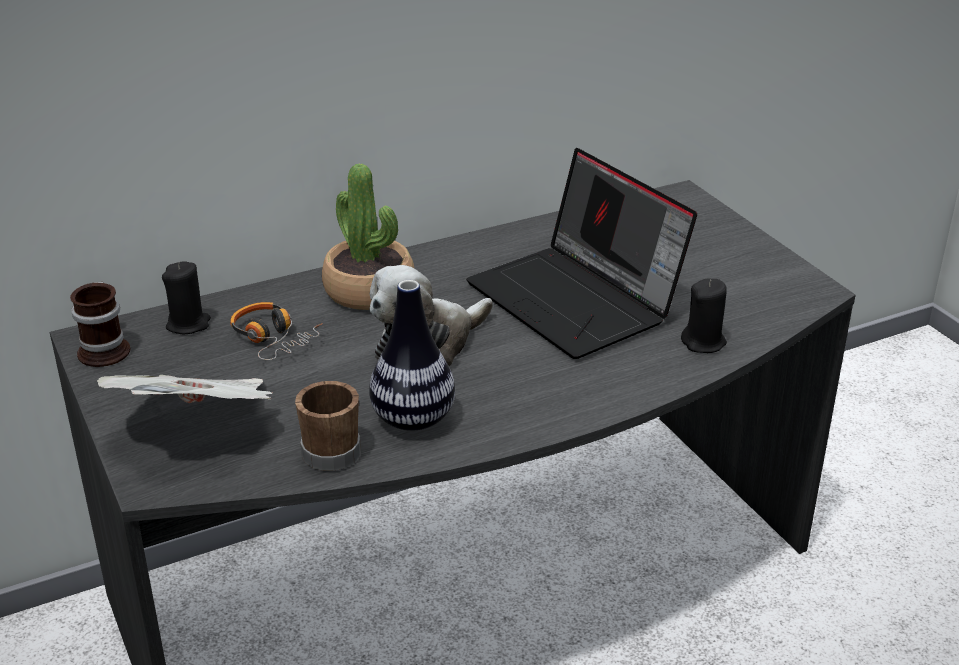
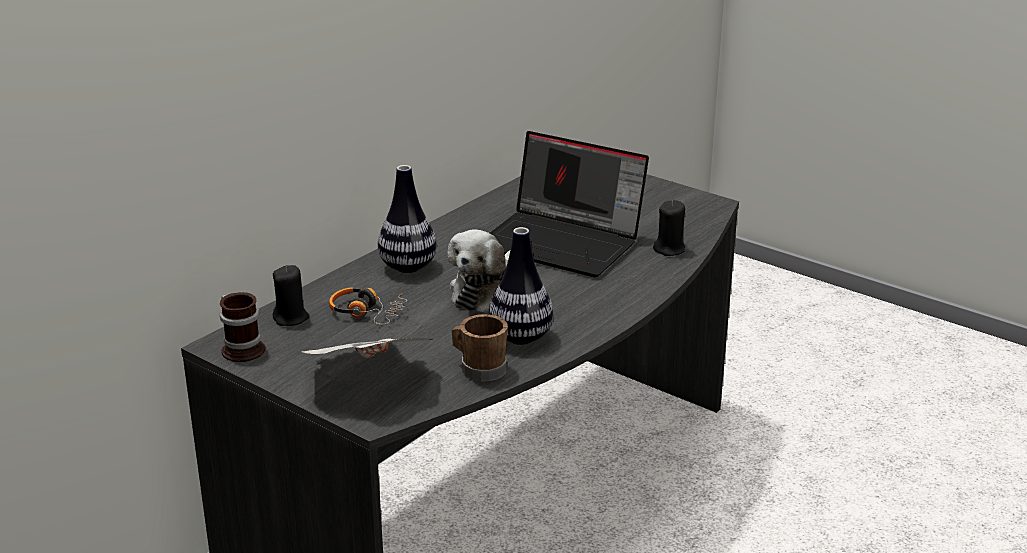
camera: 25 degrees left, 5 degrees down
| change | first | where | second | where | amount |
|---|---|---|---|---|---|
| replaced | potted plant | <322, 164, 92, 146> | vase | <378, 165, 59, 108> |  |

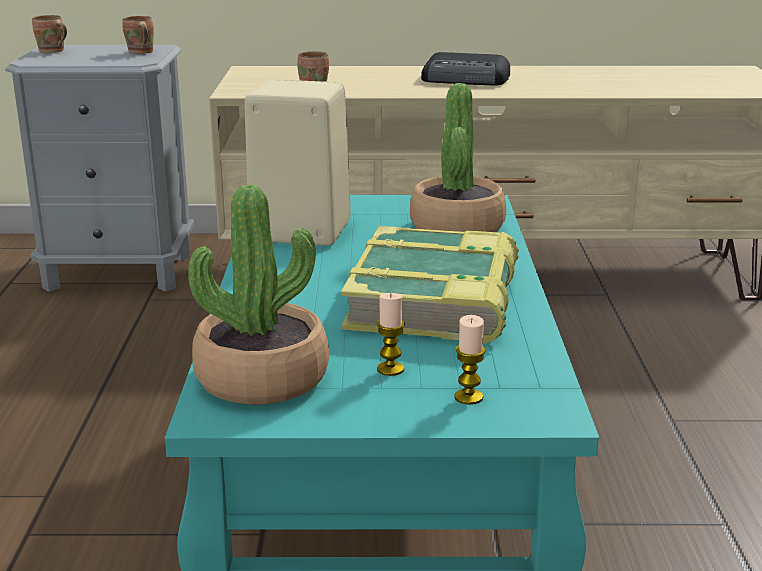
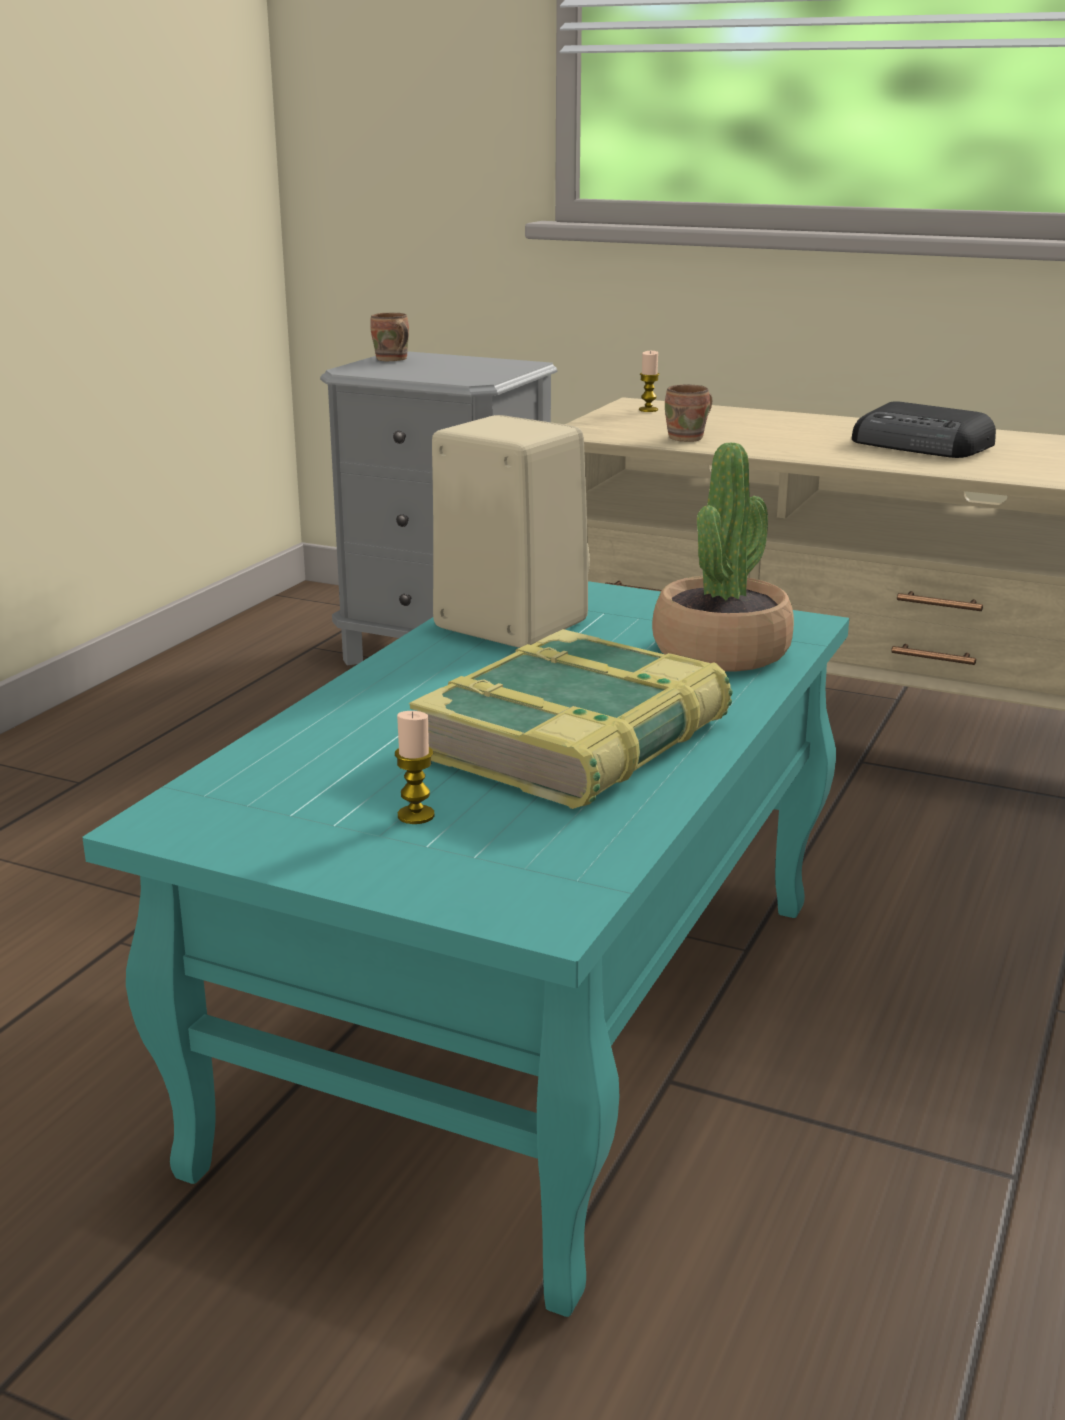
camera: 25 degrees right, 0 degrees up
| change | first | where | second | where | amount |
|---|---|---|---|---|---|
| removed | brown mug | <122, 16, 32, 38> |  |  |  |
| removed | potted plant | <188, 184, 141, 221> |  |  |  |
| moved | candle | <454, 315, 32, 90> |  | <639, 351, 21, 61> |  |

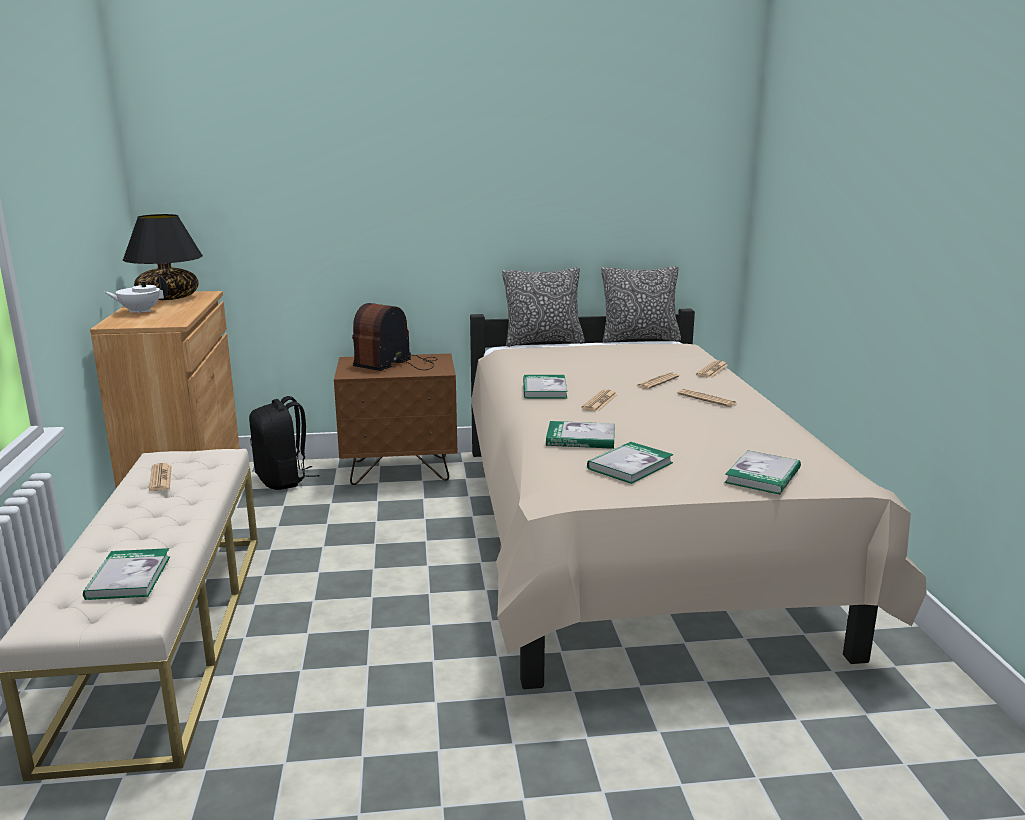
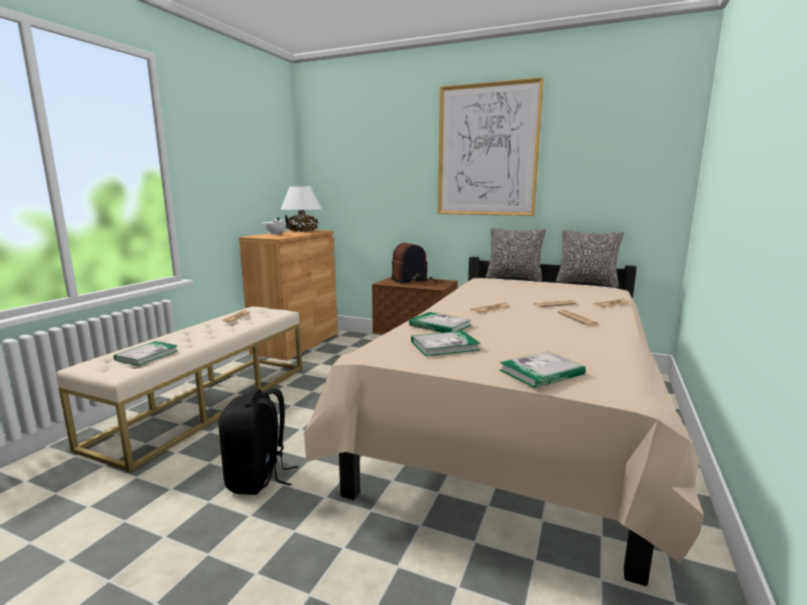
camera: 30 degrees right, 5 degrees down
| change | first | where | second | where | amount |
|---|---|---|---|---|---|
| recoloured | black table lamp | <123, 214, 80, 86> | white table lamp | <281, 186, 41, 46> |  |
| moved | black backpack | <249, 396, 71, 94> |  | <219, 388, 80, 107> |  |
| removed | book | <523, 375, 45, 24> |  |  |  |
| added |  |  | picture | <438, 77, 106, 139> |  |

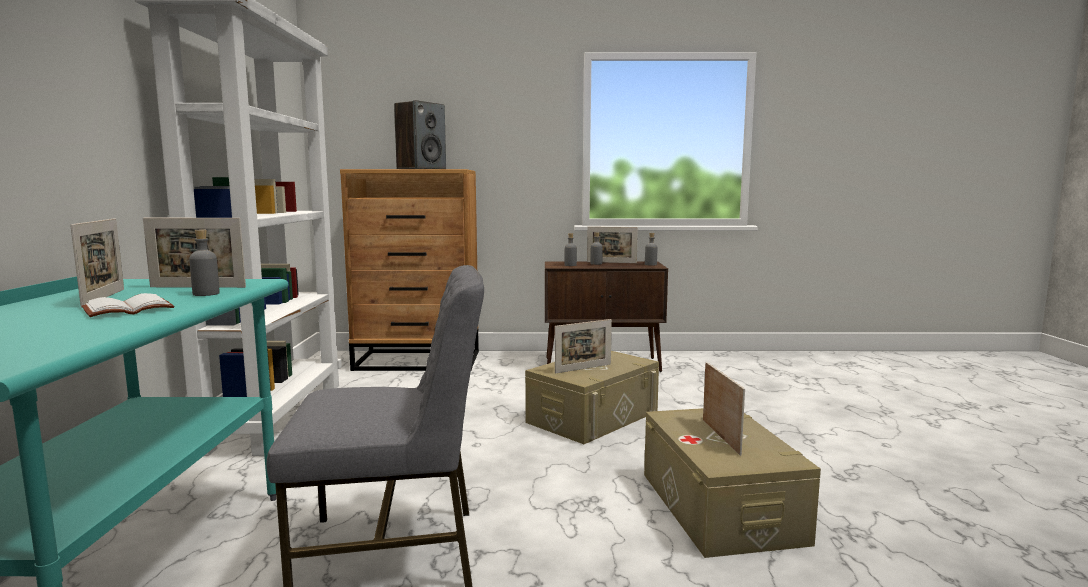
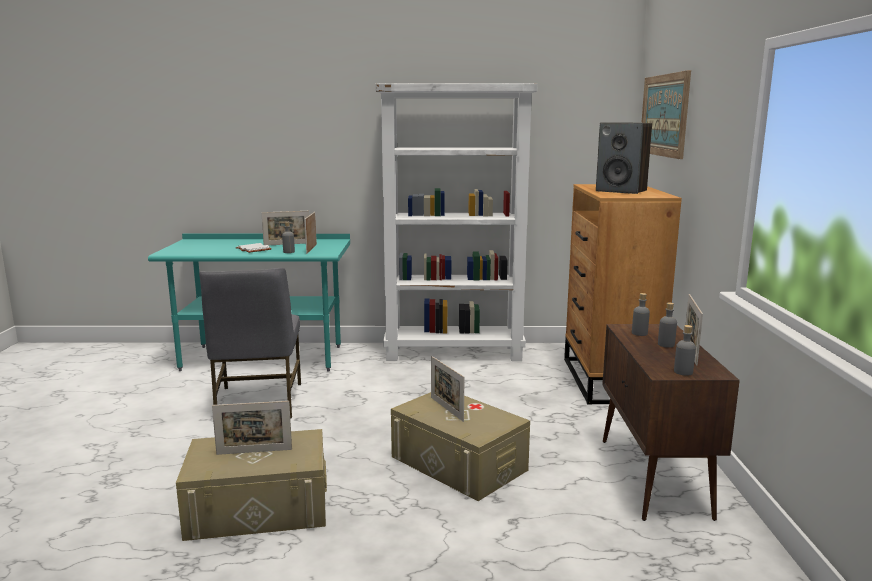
camera: 90 degrees right, 5 degrees up
| change | first | where | second | where | amount |
|---|---|---|---|---|---|
| added |  |  | picture | <641, 70, 50, 89> |  |

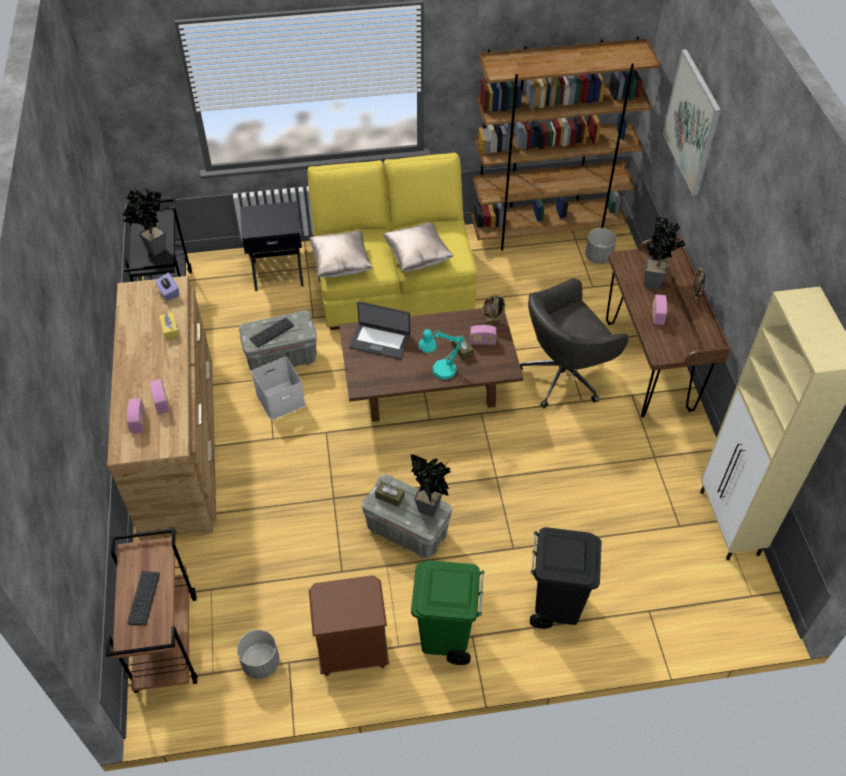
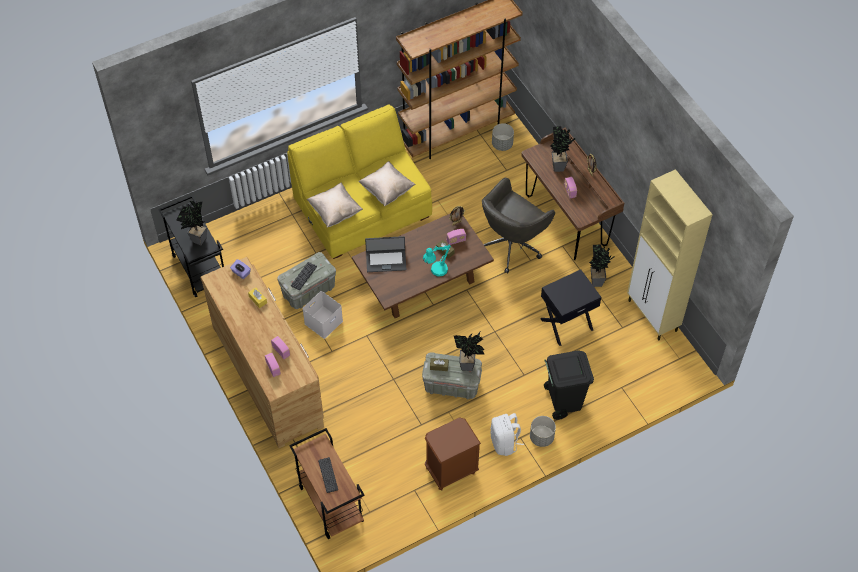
camera: 20 degrees left, 5 degrees up
| change | first | where | second | where | amount |
|---|---|---|---|---|---|
| moved | grey planter | <237, 630, 42, 49> |  | <530, 416, 26, 31> |  |
| moved | black side table | <240, 201, 64, 90> |  | <540, 269, 61, 77> |  |
| replaced | green trash can | <411, 560, 74, 105> | white backpack | <491, 413, 33, 43> |  |
| removed | picture | <663, 49, 58, 146> |  |  |  |
| added |  |  | potted plant | <589, 245, 26, 42> |  |

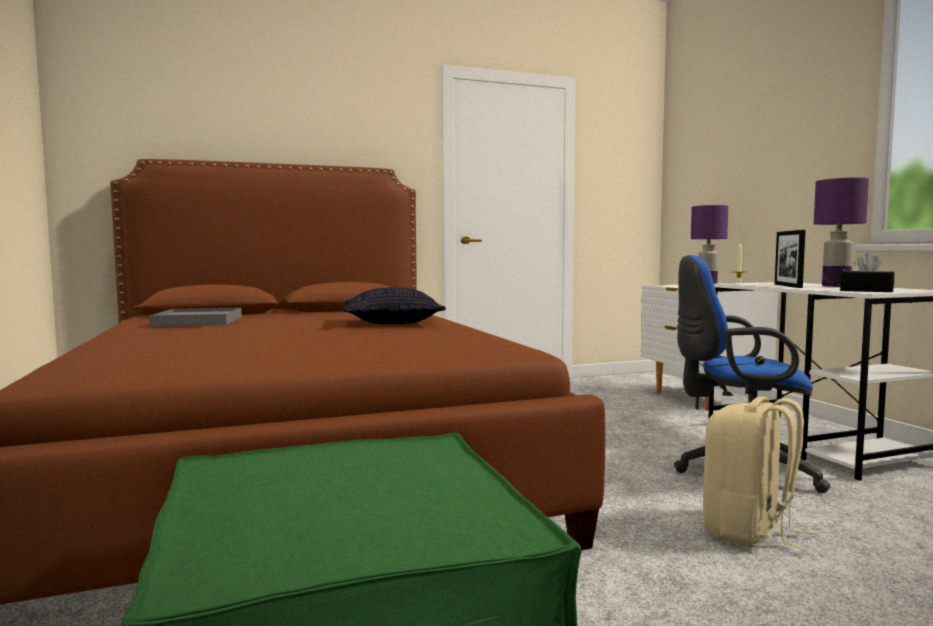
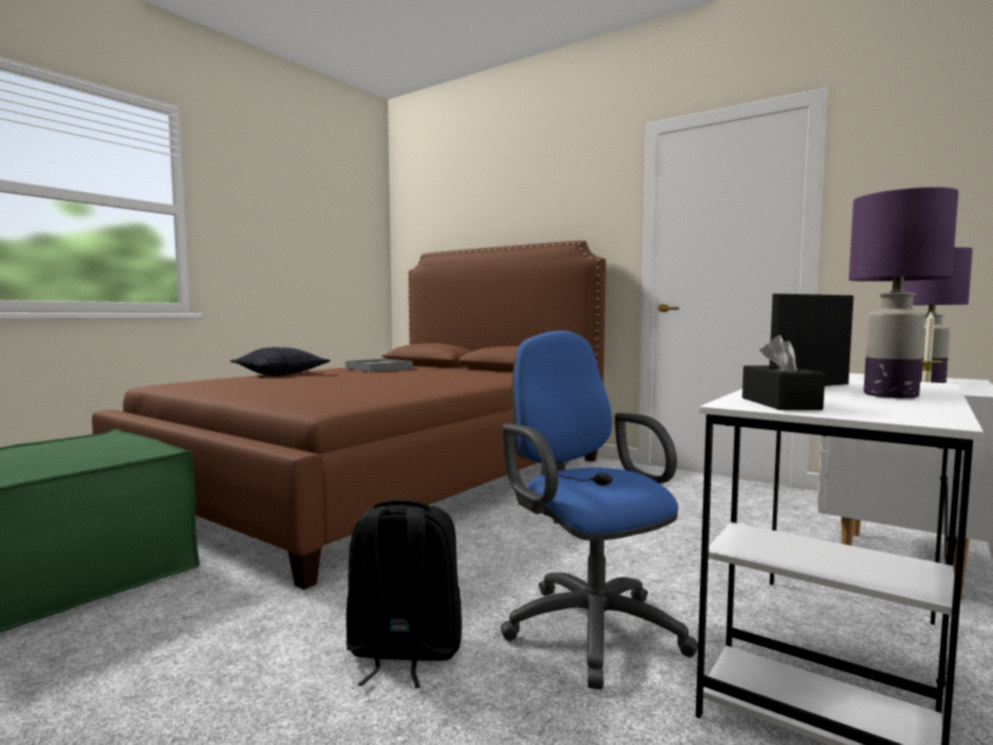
camera: 55 degrees right, 0 degrees up
| change | first | where | second | where | amount |
|---|---|---|---|---|---|
| moved | pillow | <342, 287, 104, 37> |  | <230, 347, 100, 29> |  |
| recoloured | beige backpack | <703, 397, 114, 155> | black backpack | <346, 499, 116, 189> |  |

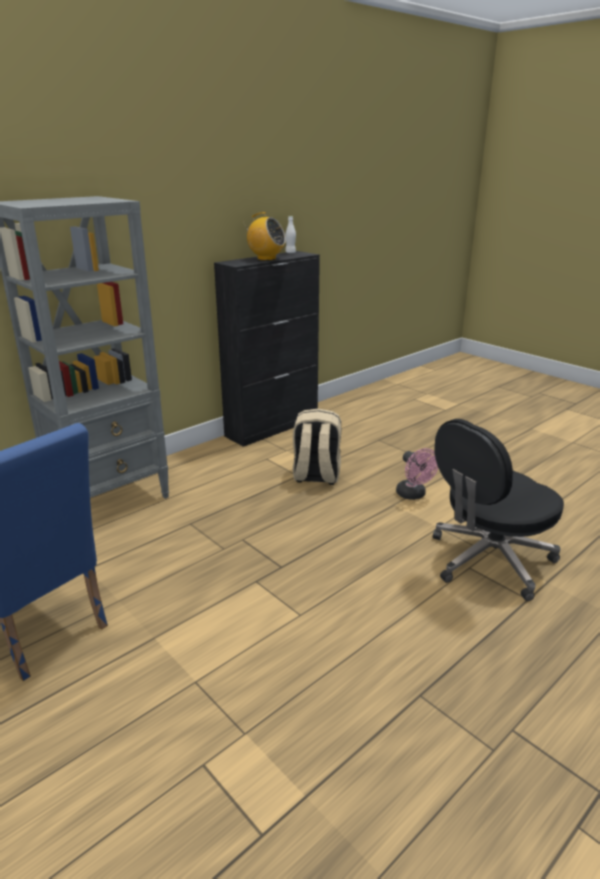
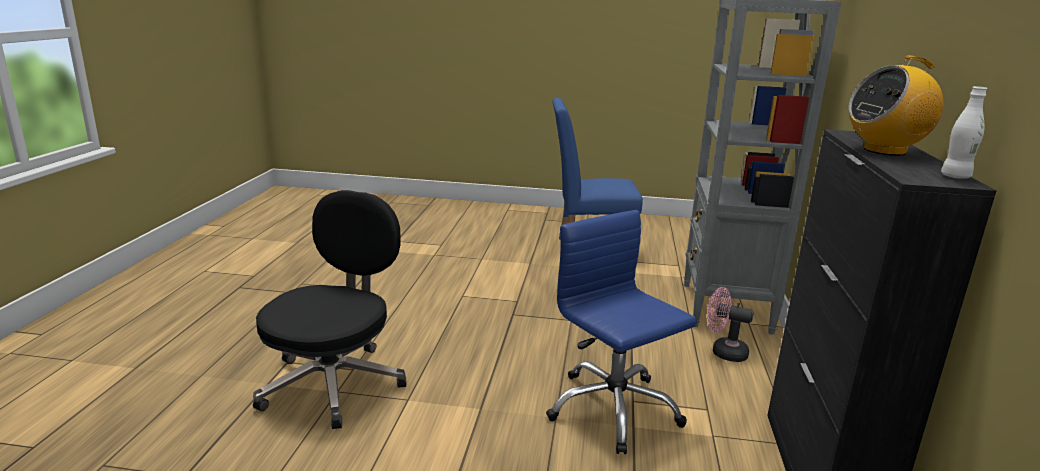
camera: 140 degrees right, 5 degrees down
| change | first | where | second | where | amount |
|---|---|---|---|---|---|
| replaced | beige backpack | <292, 409, 49, 76> | blue office chair | <546, 210, 151, 244> |  |
| moved | pink fan | <396, 448, 42, 52> |  | <707, 287, 47, 75> |  |

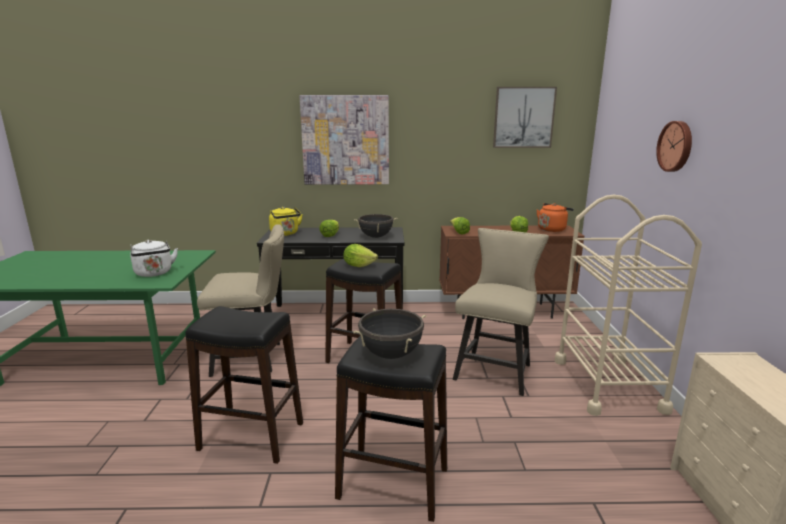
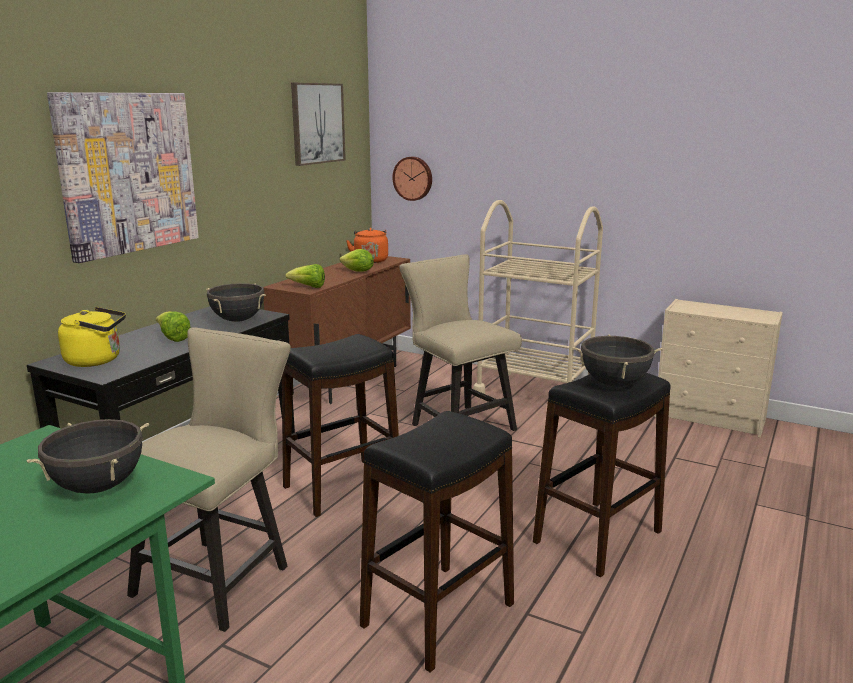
camera: 60 degrees left, 0 degrees up
| change | first | where | second | where | amount |
|---|---|---|---|---|---|
| replaced | white kettle | <130, 240, 48, 37> | black cooking pot | <26, 419, 123, 75> |  |
| removed | lettuce | <343, 244, 35, 23> |  |  |  |
| moved | wall clock | <656, 121, 36, 51> |  | <392, 157, 40, 44> |  |

